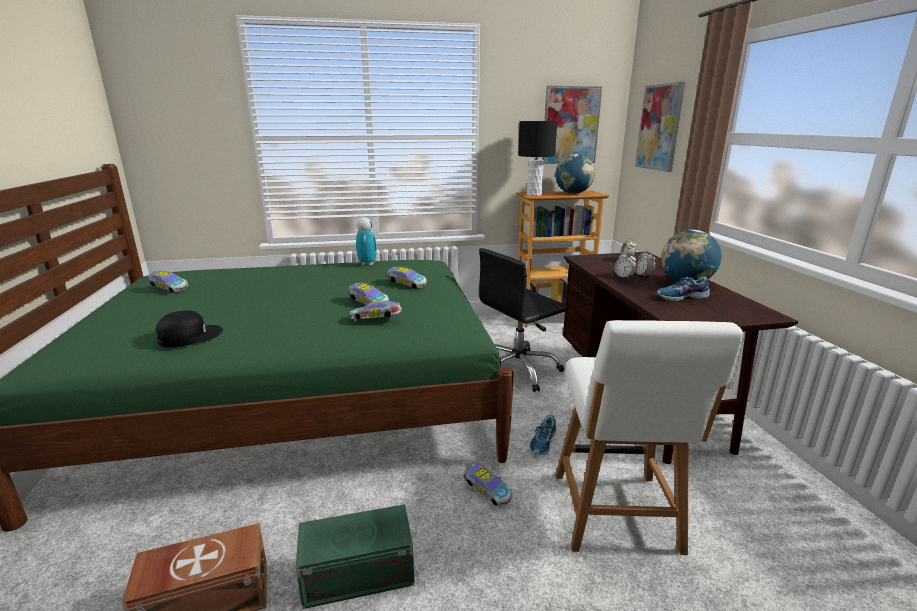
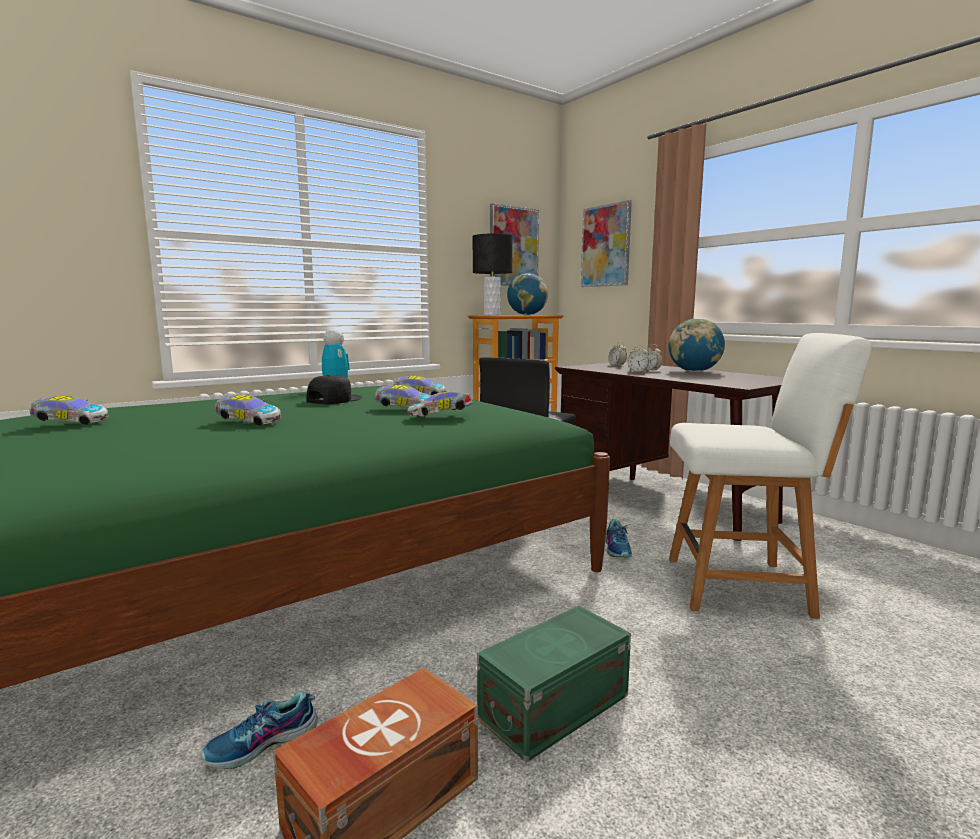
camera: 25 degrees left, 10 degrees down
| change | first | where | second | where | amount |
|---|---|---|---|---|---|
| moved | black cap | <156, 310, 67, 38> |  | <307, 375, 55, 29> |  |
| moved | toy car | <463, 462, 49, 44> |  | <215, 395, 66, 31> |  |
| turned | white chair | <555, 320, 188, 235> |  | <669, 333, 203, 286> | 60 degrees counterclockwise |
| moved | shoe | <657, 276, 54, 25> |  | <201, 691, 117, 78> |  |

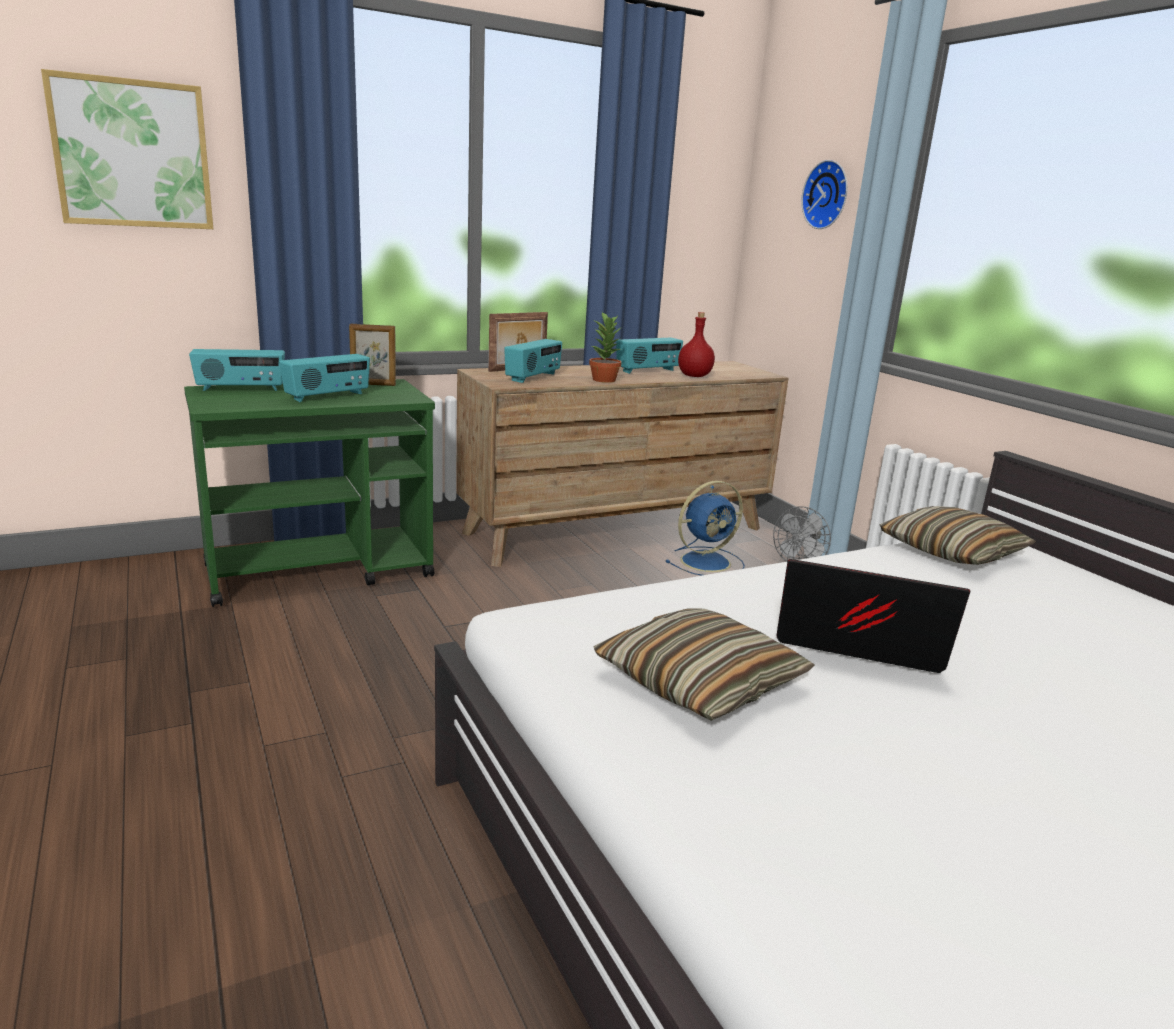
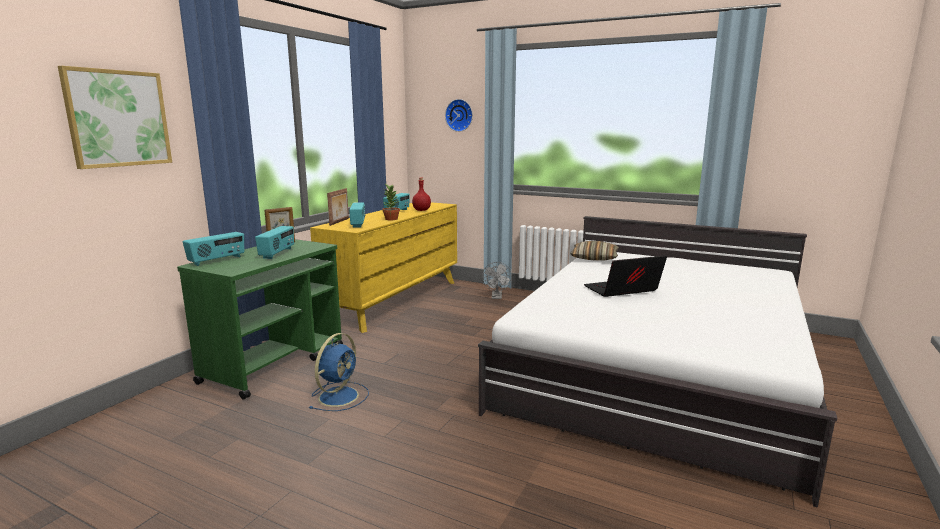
camera: 35 degrees left, 5 degrees down
| change | first | where | second | where | amount |
|---|---|---|---|---|---|
| recoloured | brown dresser | <456, 361, 332, 206> | yellow dresser | <310, 202, 147, 131> |  |
| removed | pillow | <593, 609, 222, 112> |  |  |  |
| moved | blue fan | <665, 481, 80, 95> |  | <309, 333, 60, 78> |  |

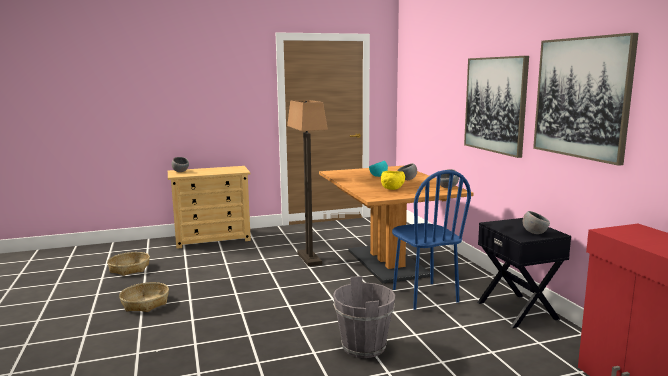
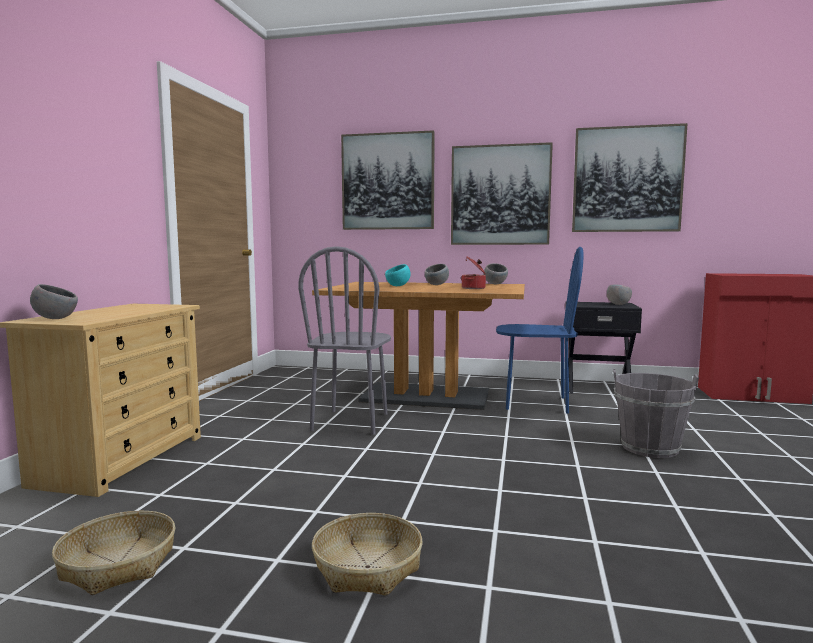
camera: 60 degrees left, 5 degrees down
| change | first | where | second | where | amount |
|---|---|---|---|---|---|
| replaced | floor lamp | <287, 100, 41, 166> | grey chair | <298, 246, 93, 189> |  |
| replaced | yellow bowl | <381, 171, 24, 19> | cooking pot | <461, 256, 25, 33> |  |
| added |  |  | picture | <341, 130, 94, 100> |  |

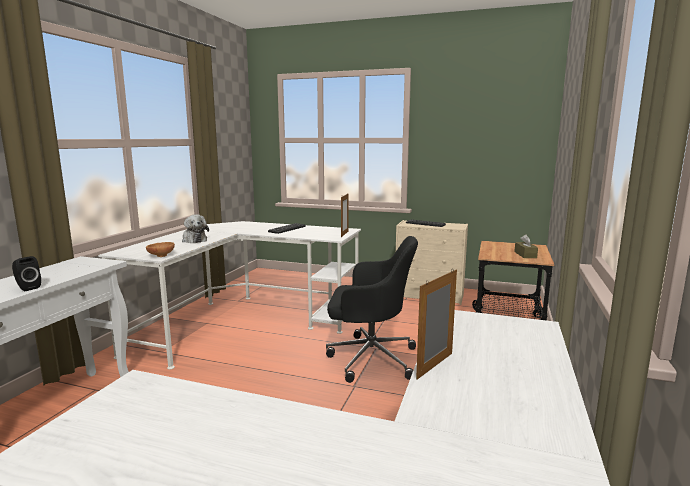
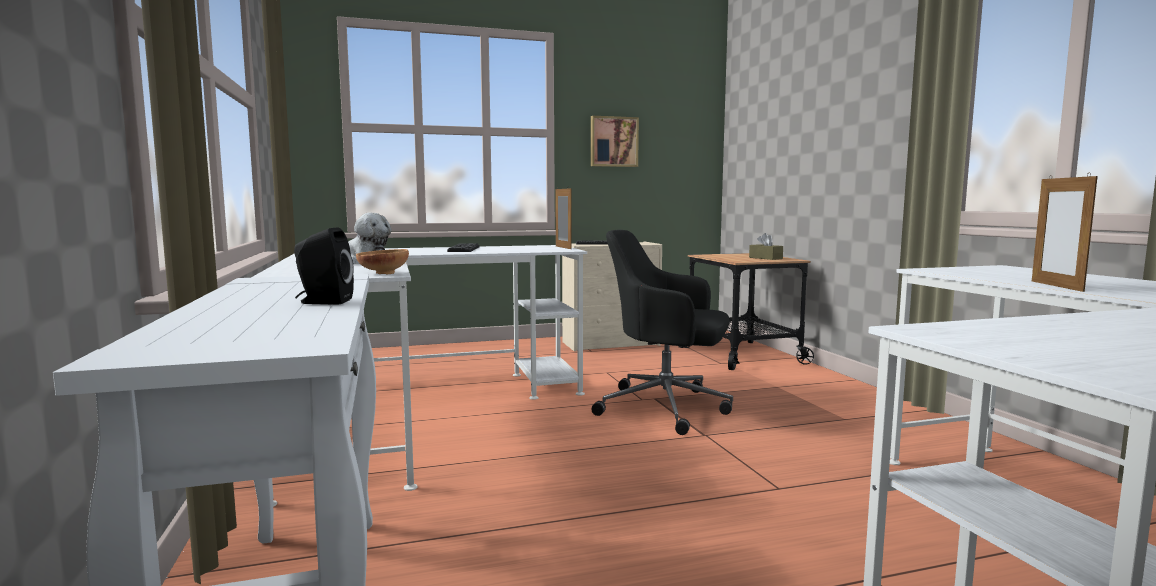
camera: 35 degrees left, 5 degrees down
| change | first | where | second | where | amount |
|---|---|---|---|---|---|
| turned | black office chair | <326, 236, 92, 147> |  | <592, 230, 141, 205> | 135 degrees counterclockwise |
| added |  |  | picture | <591, 116, 48, 51> |  |

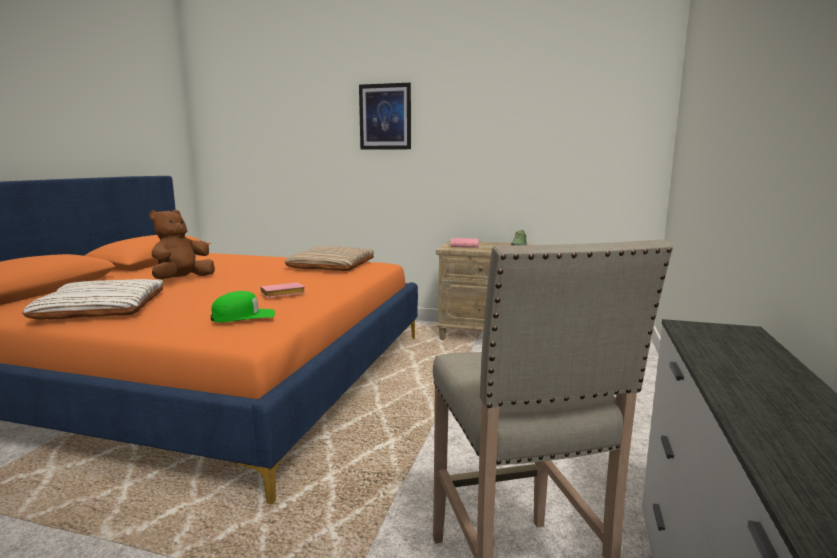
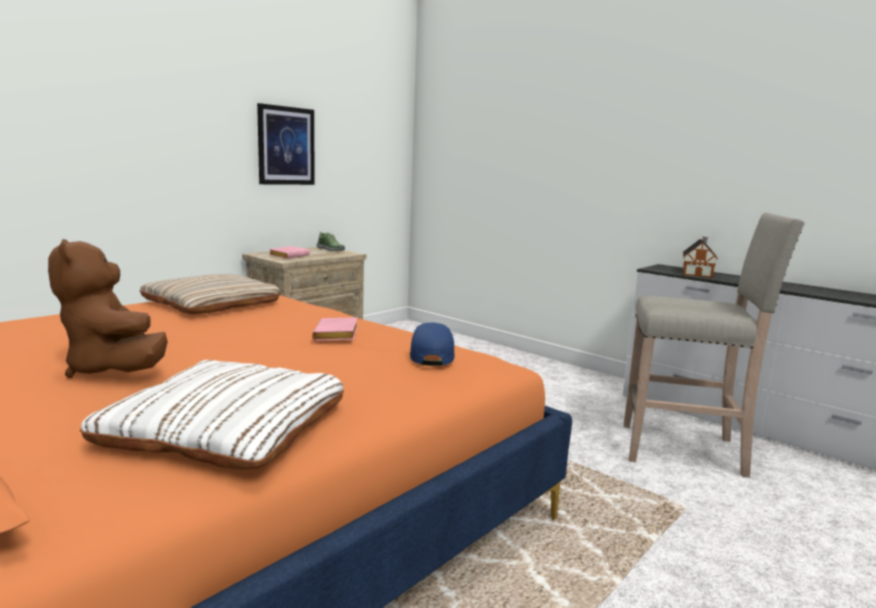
camera: 65 degrees left, 0 degrees up
| change | first | where | second | where | amount |
|---|---|---|---|---|---|
| recoloured | green cap | <211, 291, 64, 31> | blue cap | <410, 322, 45, 44> |  |
| moved | picture | <359, 83, 52, 67> |  | <257, 103, 58, 82> |  |
| added |  |  | toy house | <683, 237, 35, 41> |  |

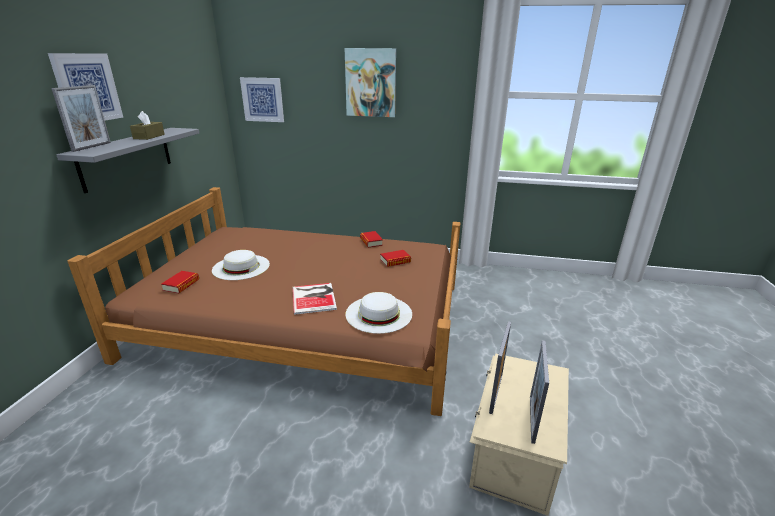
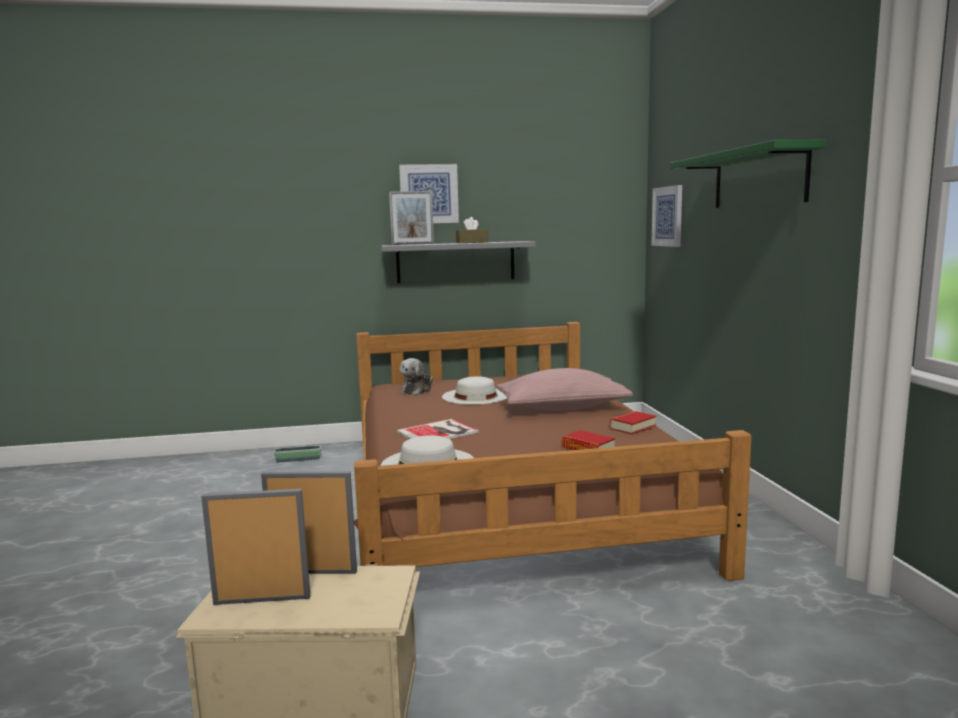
camera: 70 degrees right, 15 degrees down
| change | first | where | second | where | amount |
|---|---|---|---|---|---|
| replaced | book | <161, 271, 38, 23> | plush toy | <400, 358, 33, 37> |  |
| replaced | picture | <345, 48, 51, 69> | green shelf | <670, 140, 156, 68> |  |
| added |  |  | planter | <274, 445, 47, 17> |  |
| added |  |  | pink pillow | <497, 368, 136, 43> |  |

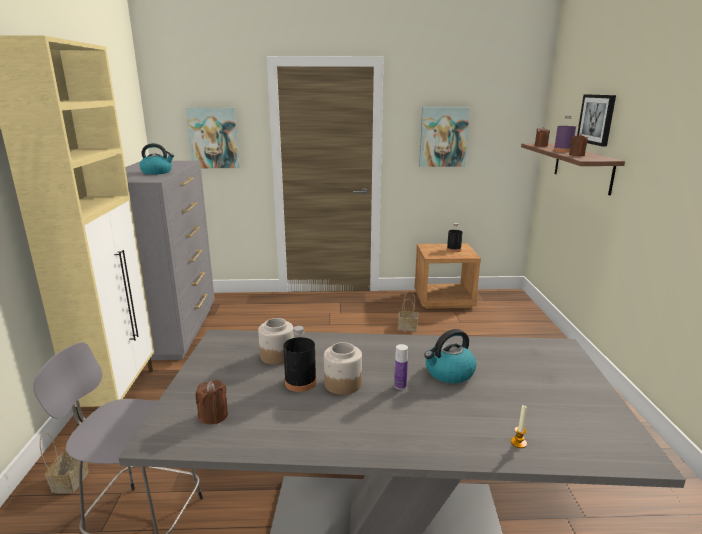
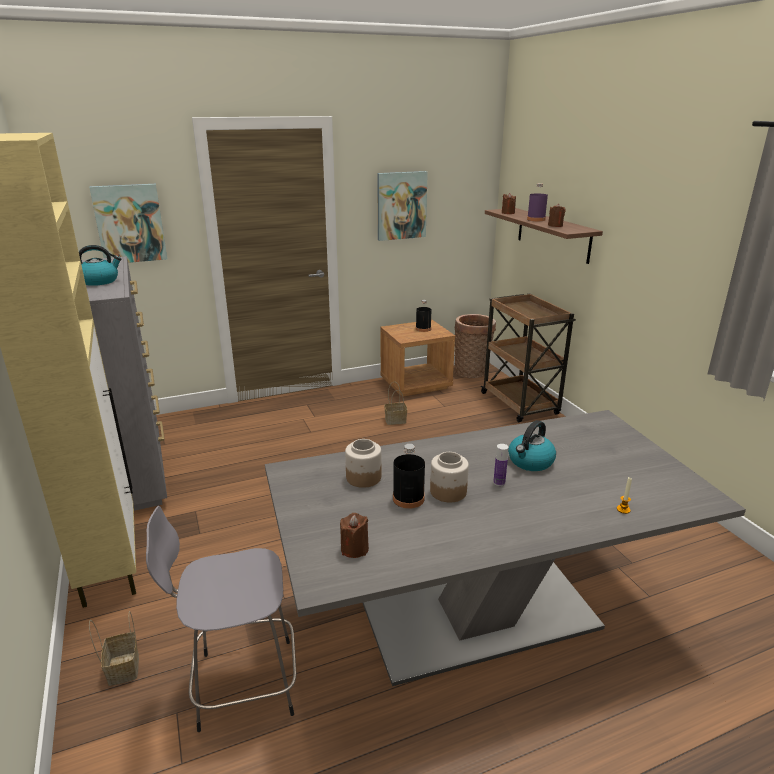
camera: 20 degrees left, 5 degrees up
| change | first | where | second | where | amount |
|---|---|---|---|---|---|
| removed | picture | <577, 94, 39, 53> |  |  |  |
| added |  |  | basket | <454, 314, 42, 64> |  |
| added |  |  | brown cart | <481, 293, 95, 129> |  |

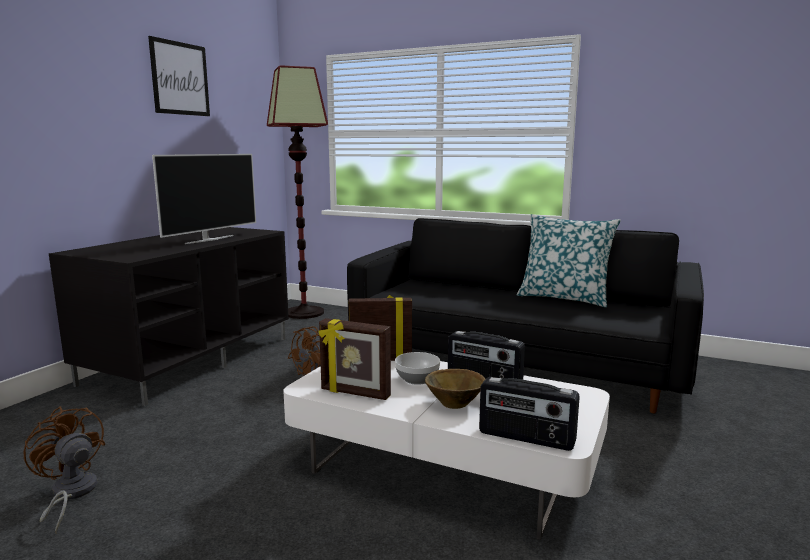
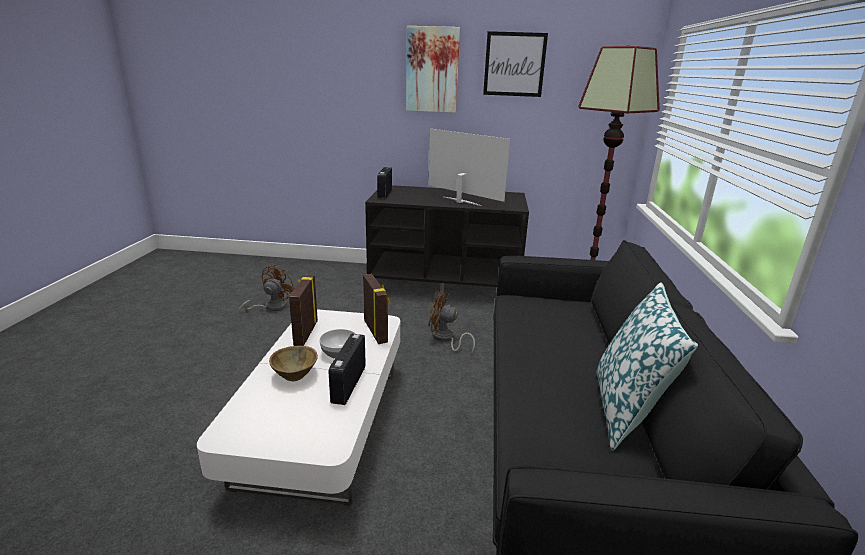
camera: 70 degrees right, 10 degrees up
| change | first | where | second | where | amount |
|---|---|---|---|---|---|
| turned | television | <152, 154, 104, 90> |  | <428, 129, 82, 77> | 150 degrees counterclockwise |
| moved | radio | <479, 377, 101, 74> |  | <377, 167, 15, 32> |  |
| added |  |  | picture | <406, 26, 54, 87> |  |

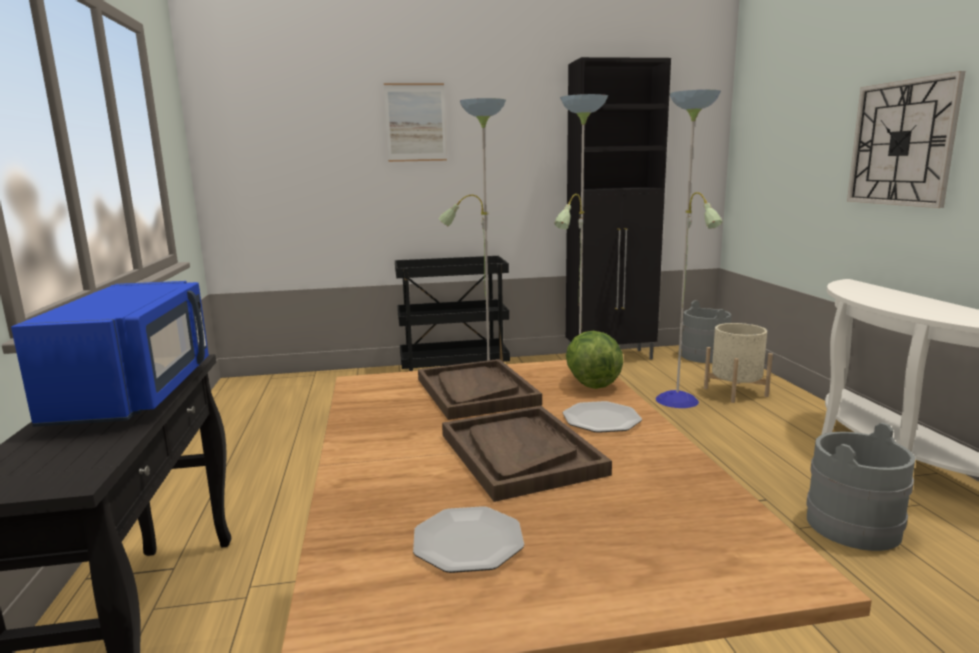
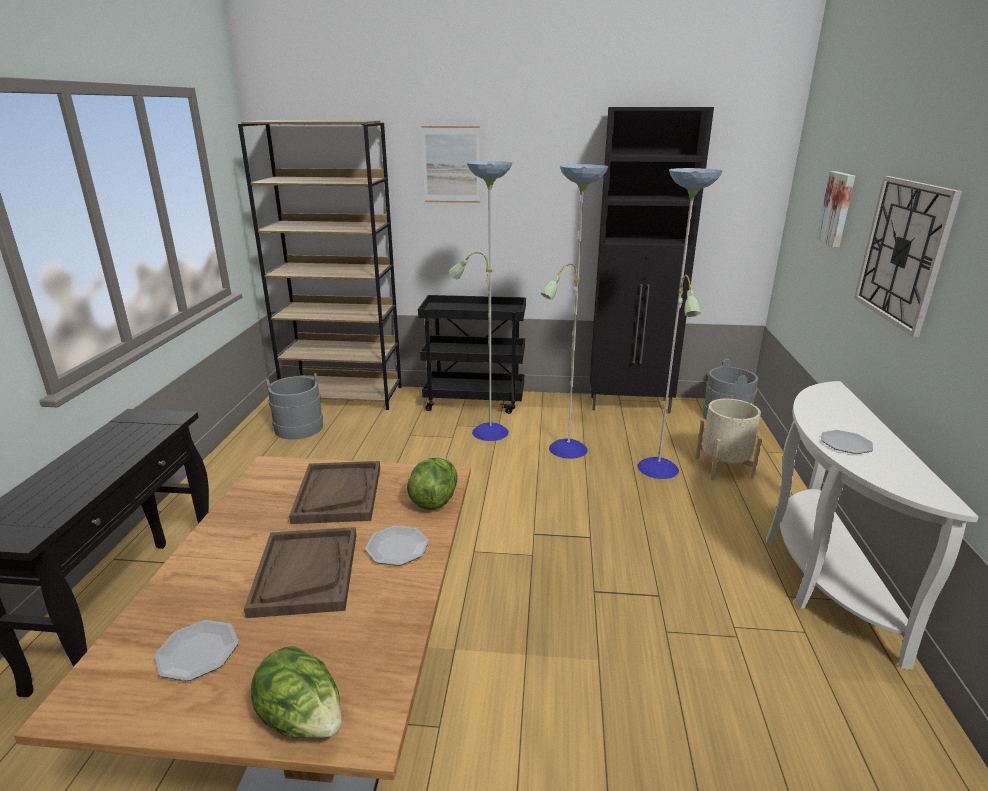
camera: 15 degrees right, 10 degrees up
| change | first | where | second | where | amount |
|---|---|---|---|---|---|
| removed | blue microwave | <11, 281, 198, 146> |  |  |  |
| moved | grey bucket | <807, 422, 108, 129> |  | <266, 373, 57, 67> |  |
| added |  |  | brown bookcase | <238, 120, 164, 290> |  |
| added |  |  | lettuce | <251, 646, 91, 92> |  |
| added |  |  | picture | <816, 171, 39, 76> |  |
| added |  |  | plate | <821, 430, 52, 24> |  |

